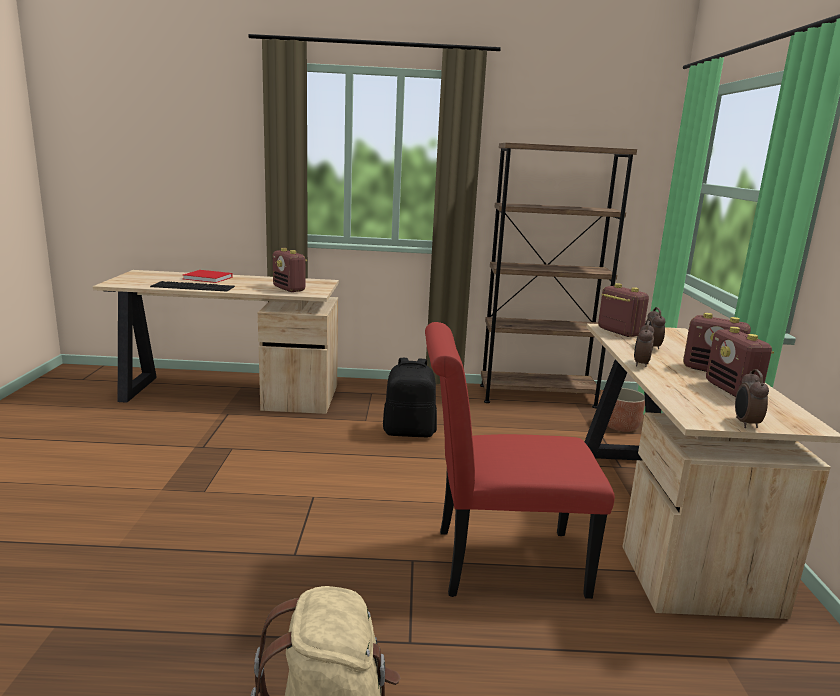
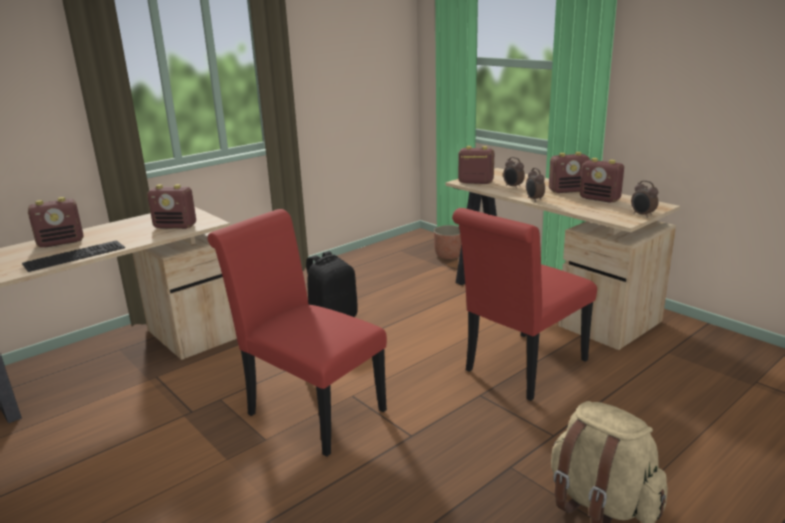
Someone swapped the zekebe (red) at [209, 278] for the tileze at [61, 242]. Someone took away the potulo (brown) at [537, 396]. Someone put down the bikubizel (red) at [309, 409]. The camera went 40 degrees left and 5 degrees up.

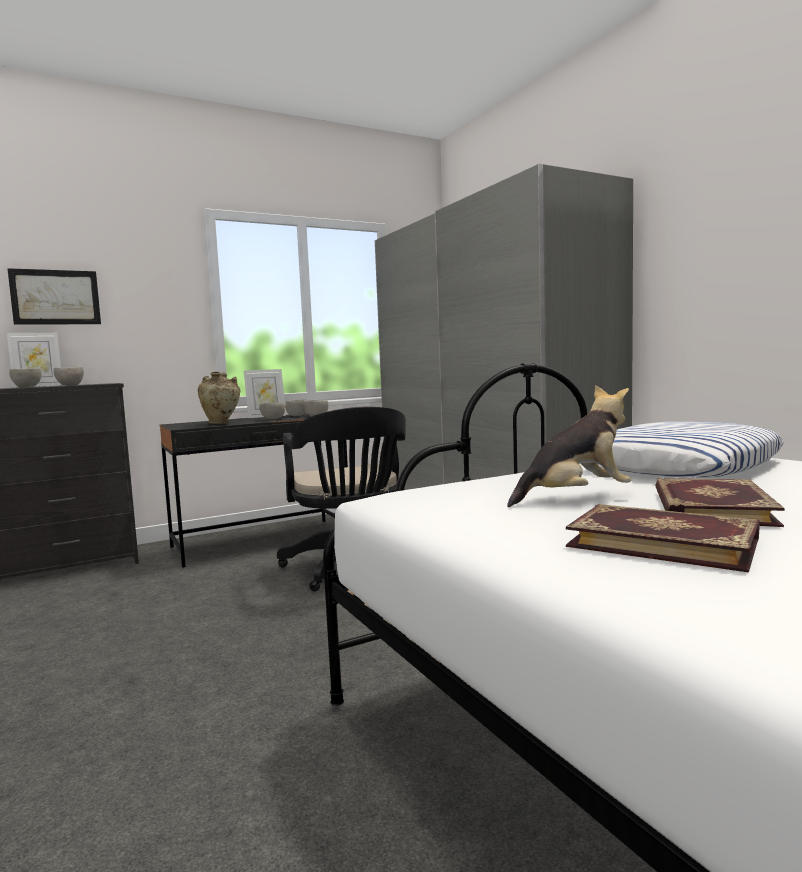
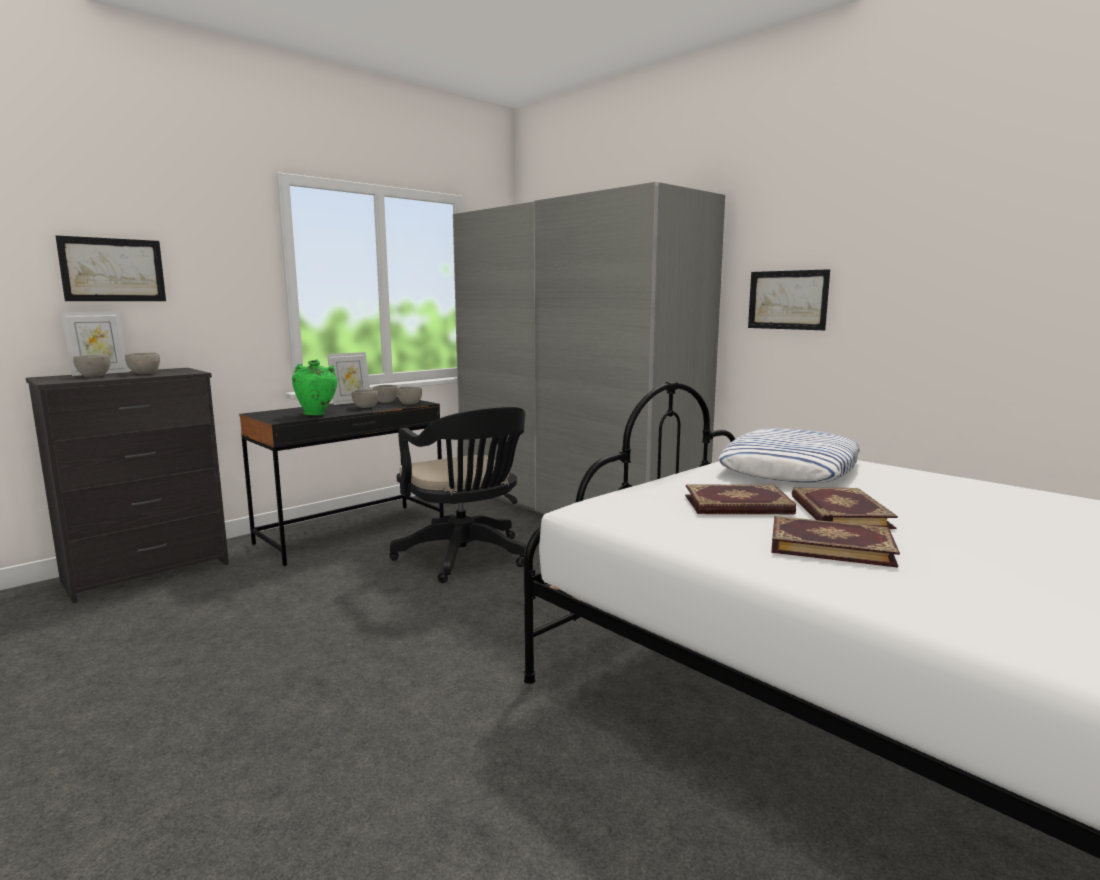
Someone repainted the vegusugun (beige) at [221, 424], which became the vegusugun (green) at [317, 414]. Someone swapped the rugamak at [575, 498] for the zekebe at [738, 505]. Someone put up the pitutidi at [787, 300]. The camera went 15 degrees left and 5 degrees up.

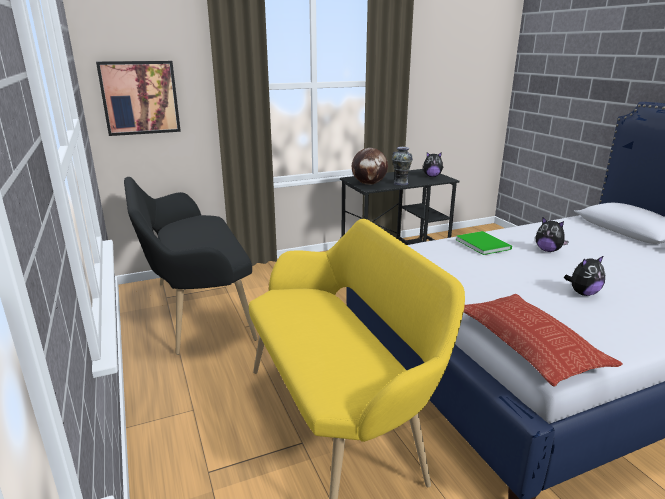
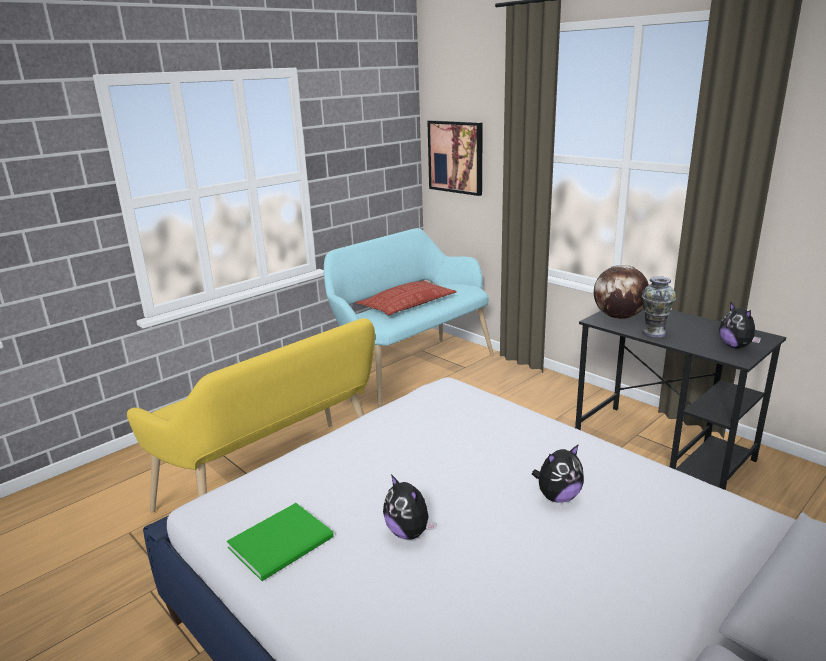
Someone repainted the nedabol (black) at [195, 310], which became the nedabol (turquoise) at [411, 369]. Someone carried the zekebe (green) from [483, 243] to [284, 542]. Someone carried the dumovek from [529, 344] to [407, 304]. Someone rotated the rugamak at [548, 250] by 135 degrees counterclockwise. The camera went 70 degrees right and 0 degrees up.

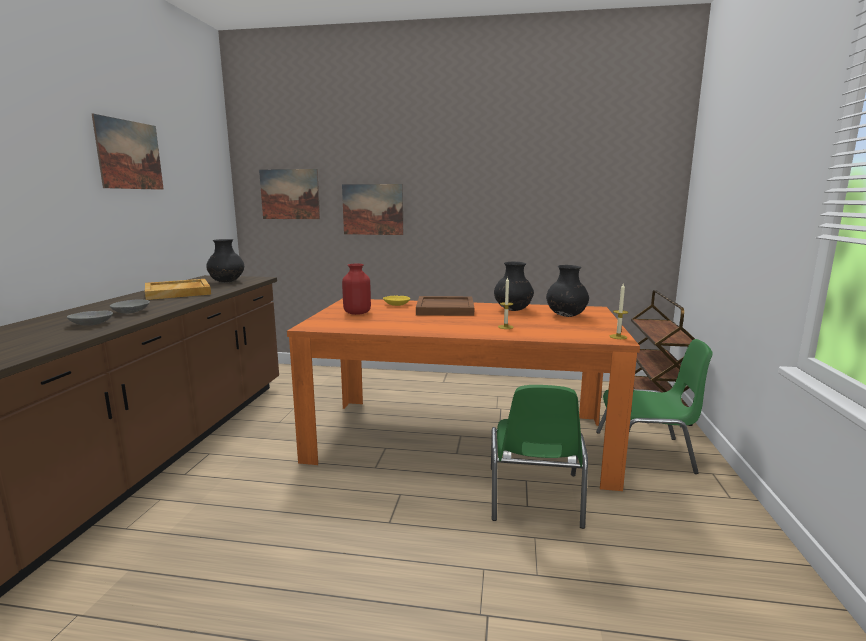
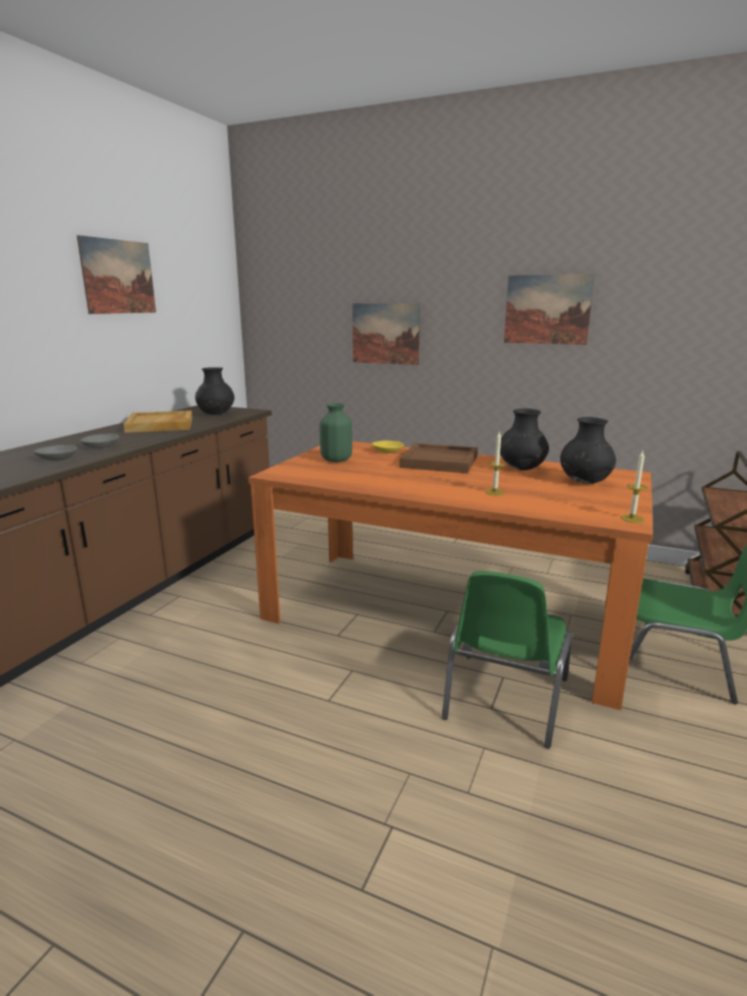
Someone carried the pitutidi from [290, 194] to [547, 309]. Someone repainted the vegusugun (red) at [357, 313], which became the vegusugun (green) at [336, 460]. The camera went 15 degrees right and 5 degrees up.

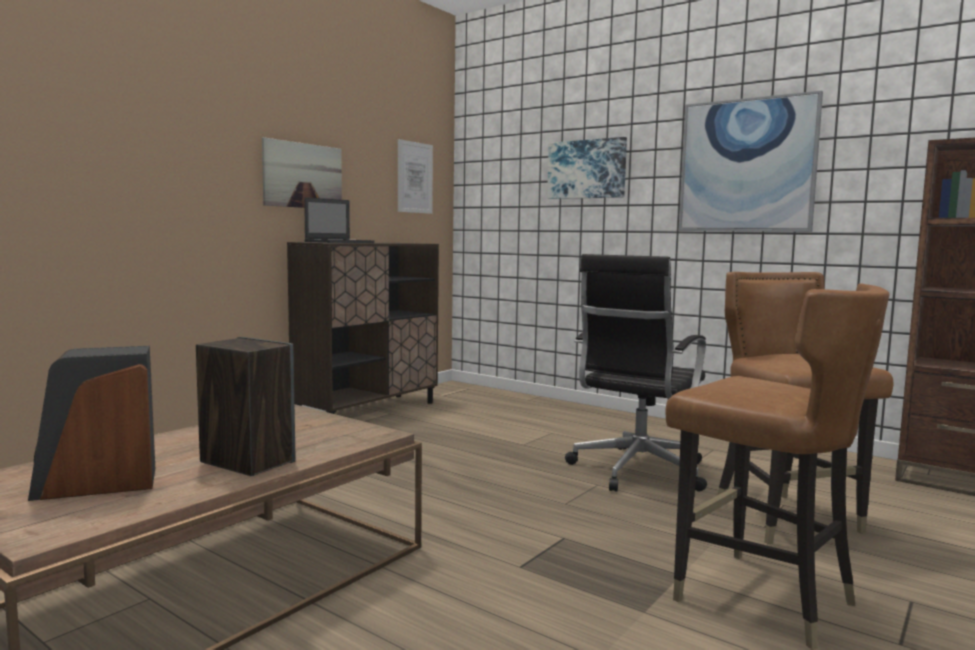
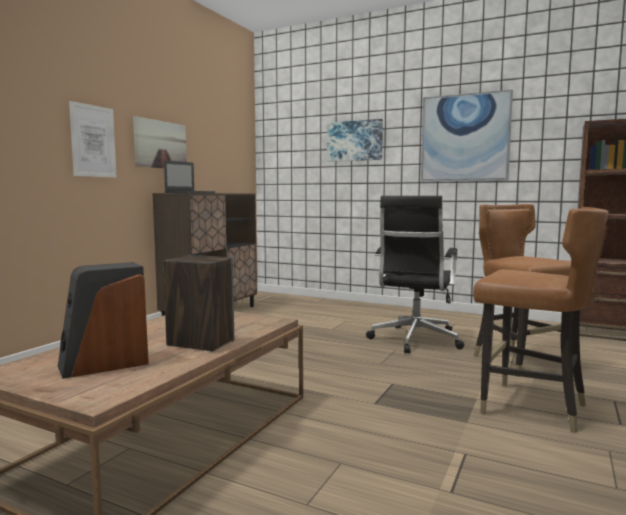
Someone carried the pitutidi from [415, 177] to [93, 141]. The camera went 10 degrees left and 0 degrees up.

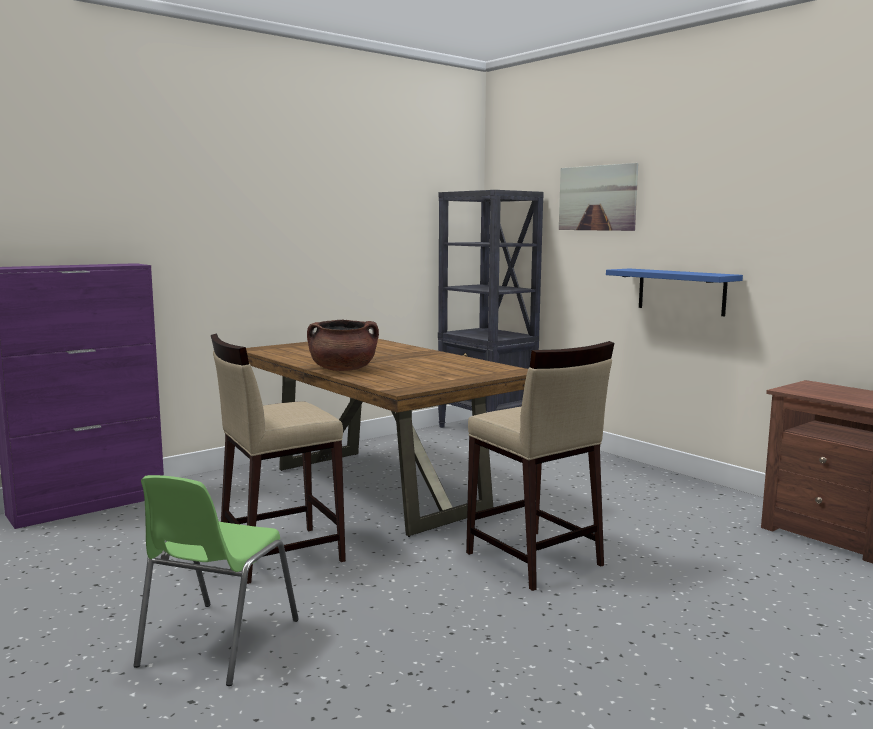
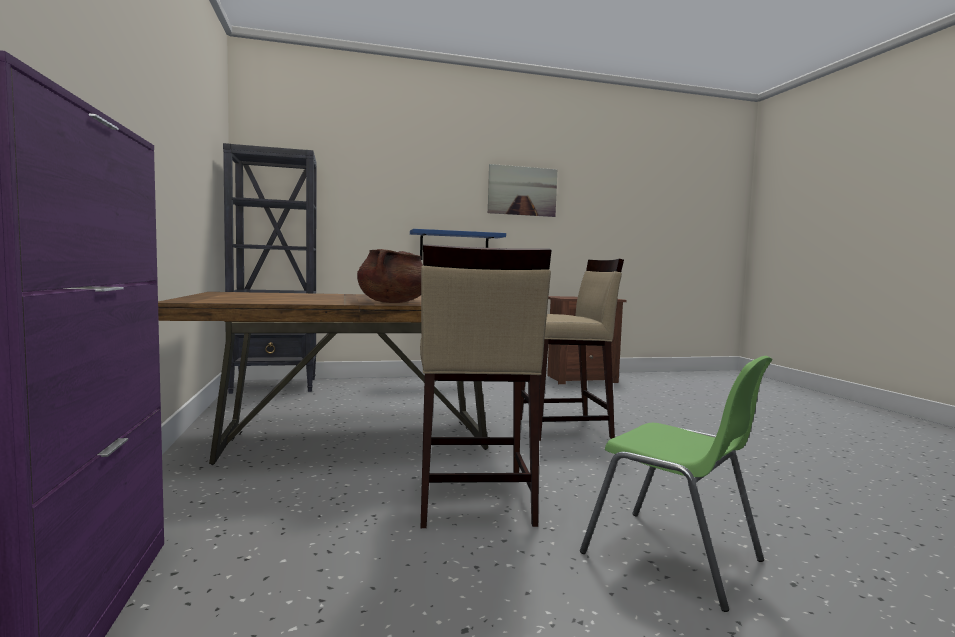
Someone carried the pitutidi from [597, 198] to [522, 191]. The camera went 65 degrees left and 5 degrees down.

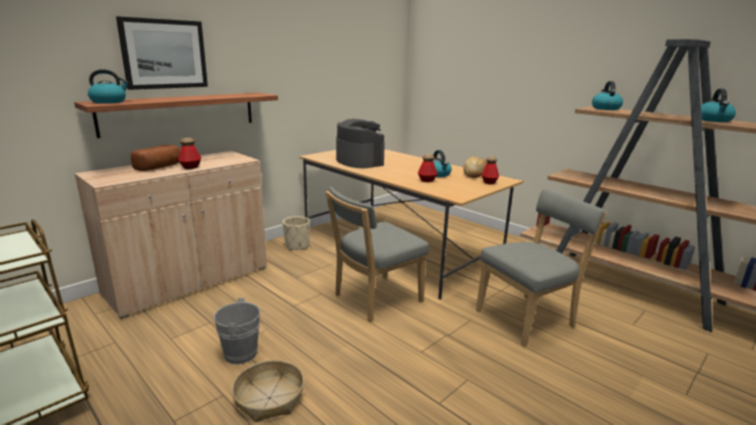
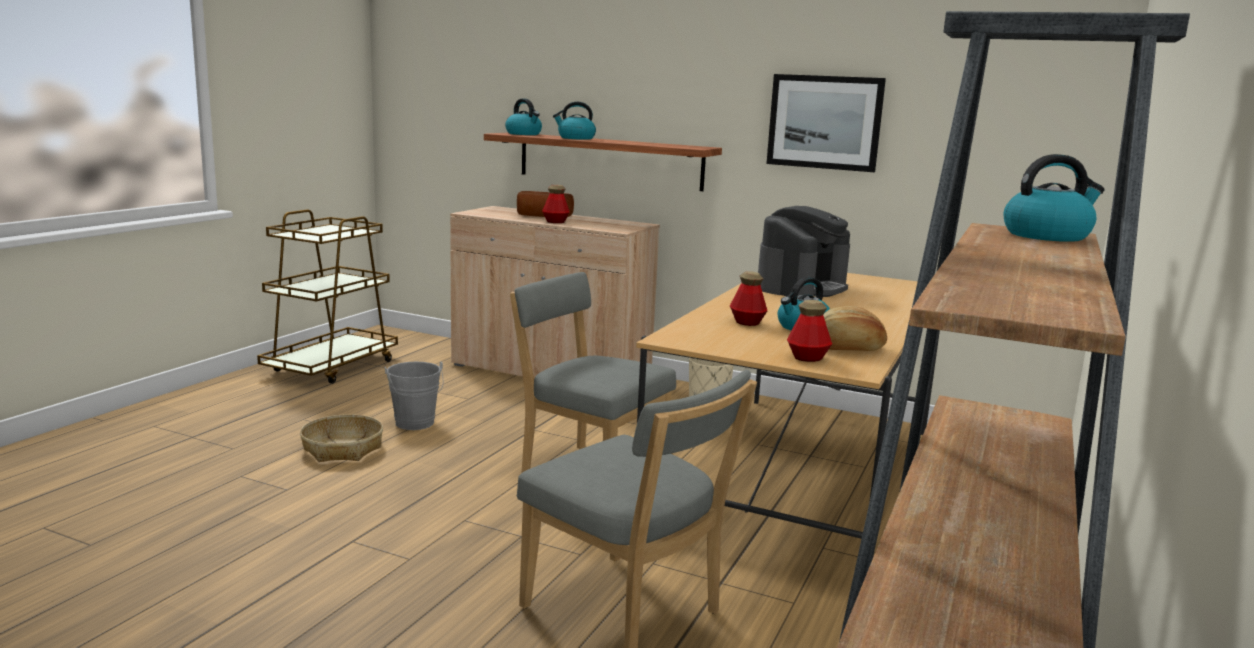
Someone carried the pitutidi from [164, 54] to [824, 122]. Someone carried the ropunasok from [714, 120] to [575, 138]. The camera went 70 degrees right and 5 degrees down.

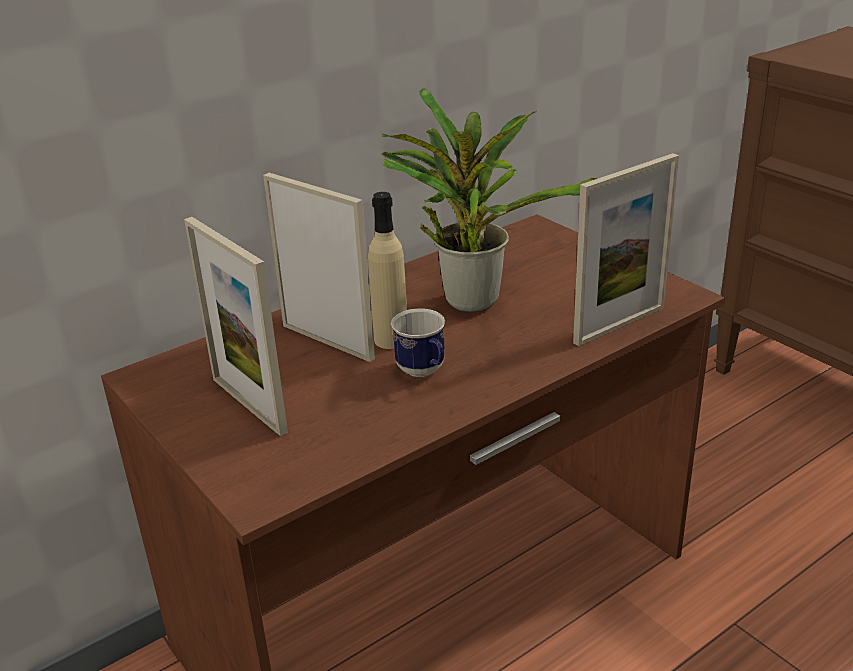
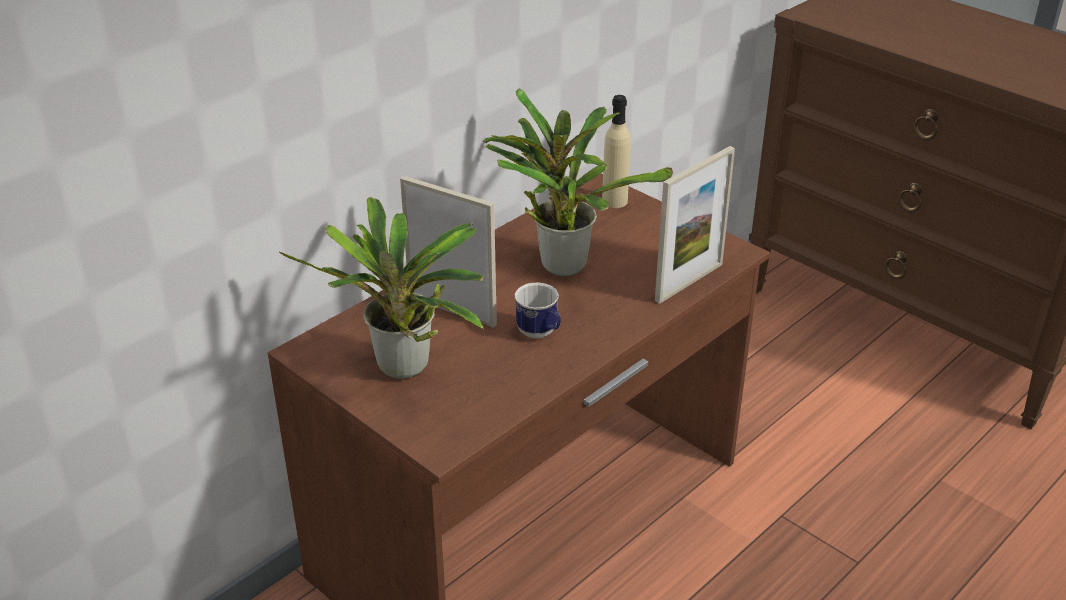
Someone swapped the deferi at [249, 405] for the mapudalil at [405, 371]. Someone carried the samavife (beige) from [391, 339] to [614, 201]. The camera went 10 degrees left and 5 degrees up.

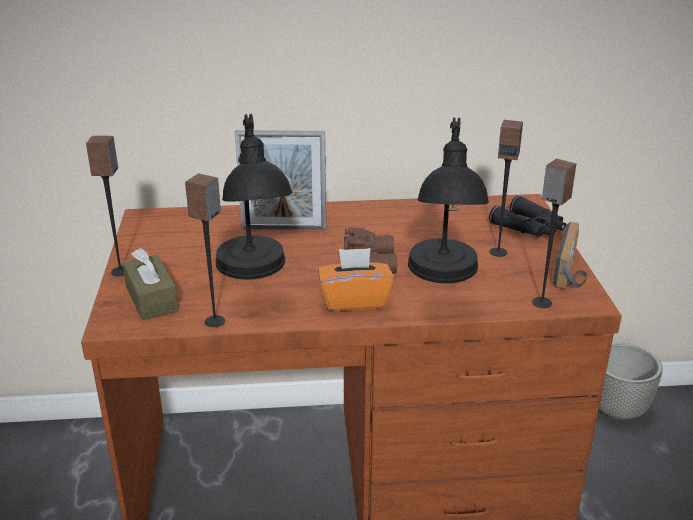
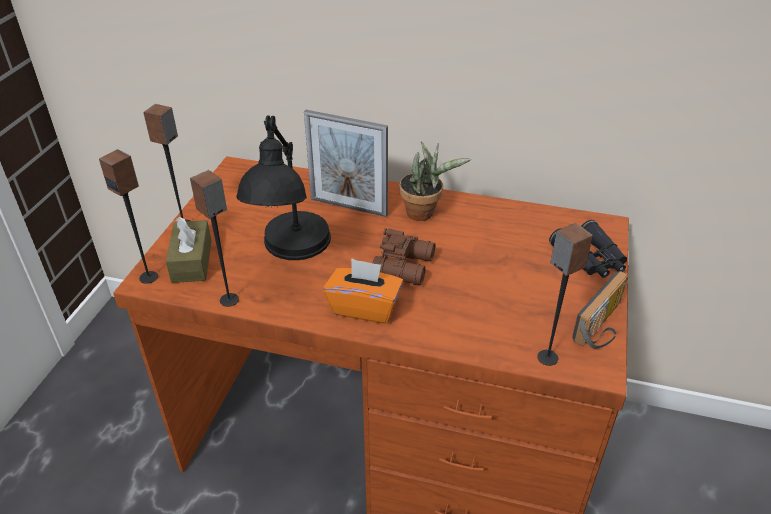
Someone took away the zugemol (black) at [444, 282]. Someone carried the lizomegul from [498, 252] to [149, 277]. Someone took away the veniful at [618, 410]. Someone put down the mapudalil at [424, 213]. The camera went 20 degrees right and 10 degrees up.

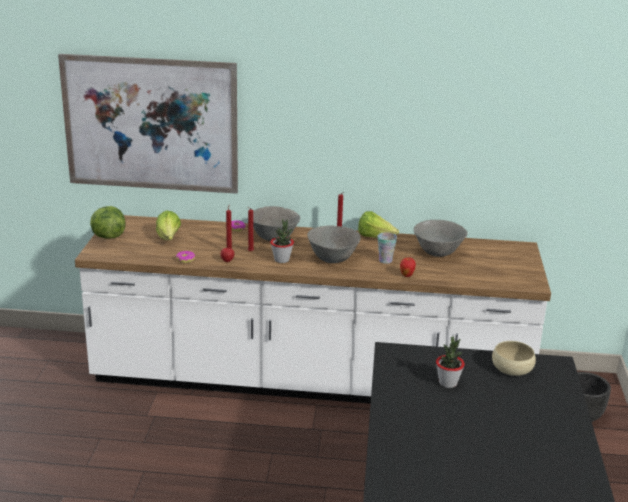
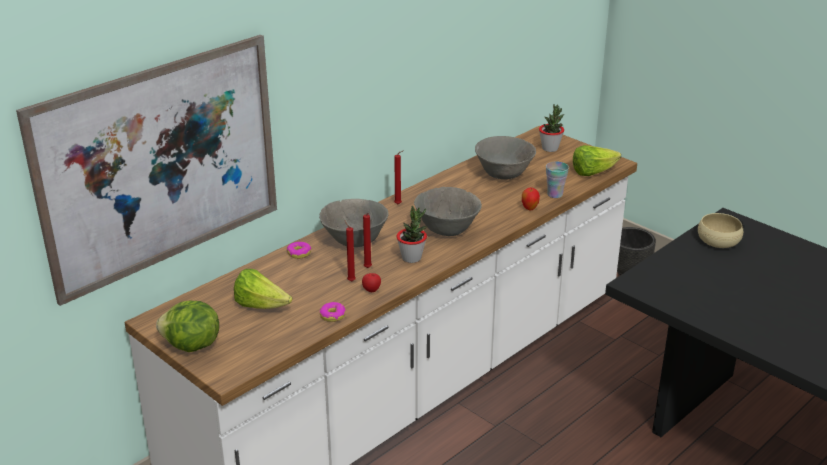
Someone carried the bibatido from [375, 237] to [592, 172]. Someone carried the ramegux from [385, 260] to [555, 194]. Someone carried the mapudalil from [448, 383] to [550, 148]. The camera went 50 degrees left and 5 degrees up.

